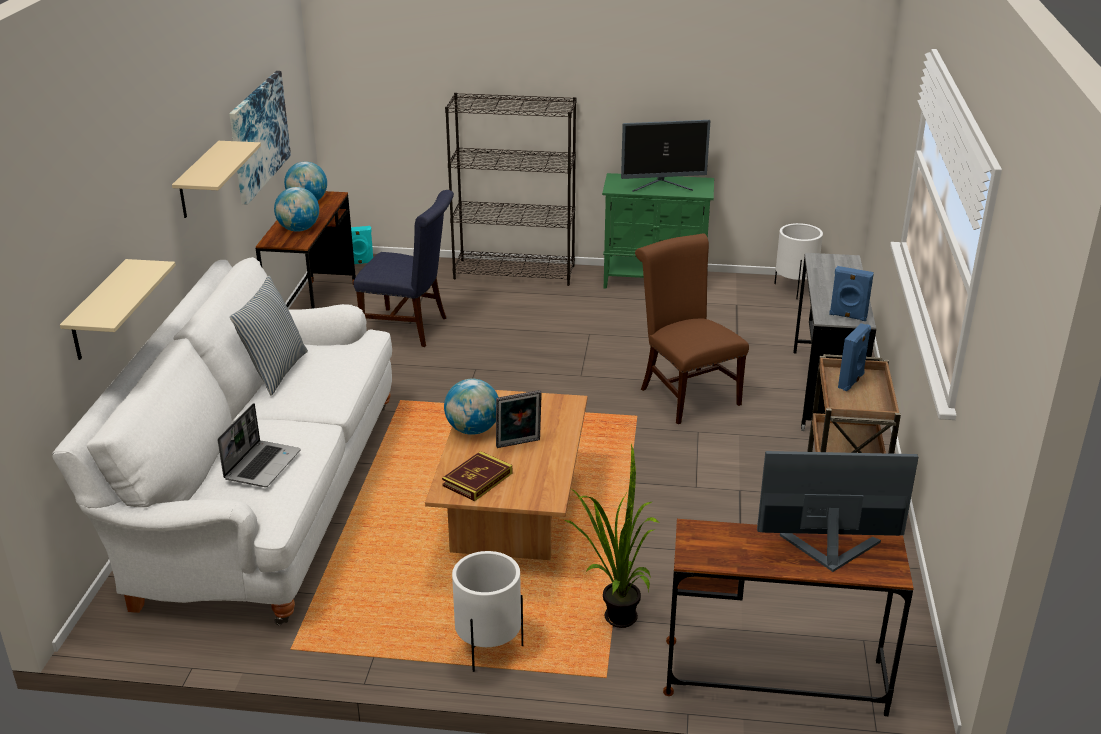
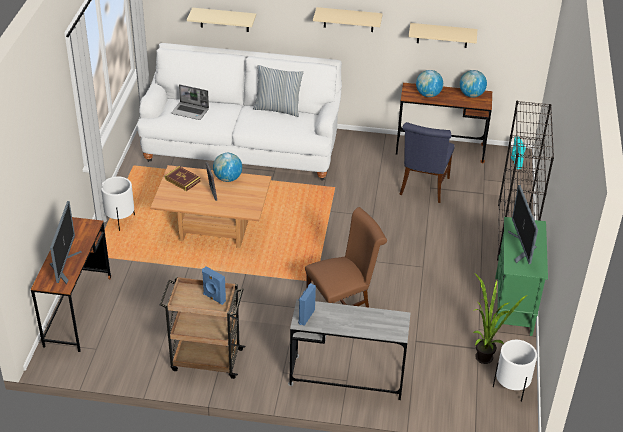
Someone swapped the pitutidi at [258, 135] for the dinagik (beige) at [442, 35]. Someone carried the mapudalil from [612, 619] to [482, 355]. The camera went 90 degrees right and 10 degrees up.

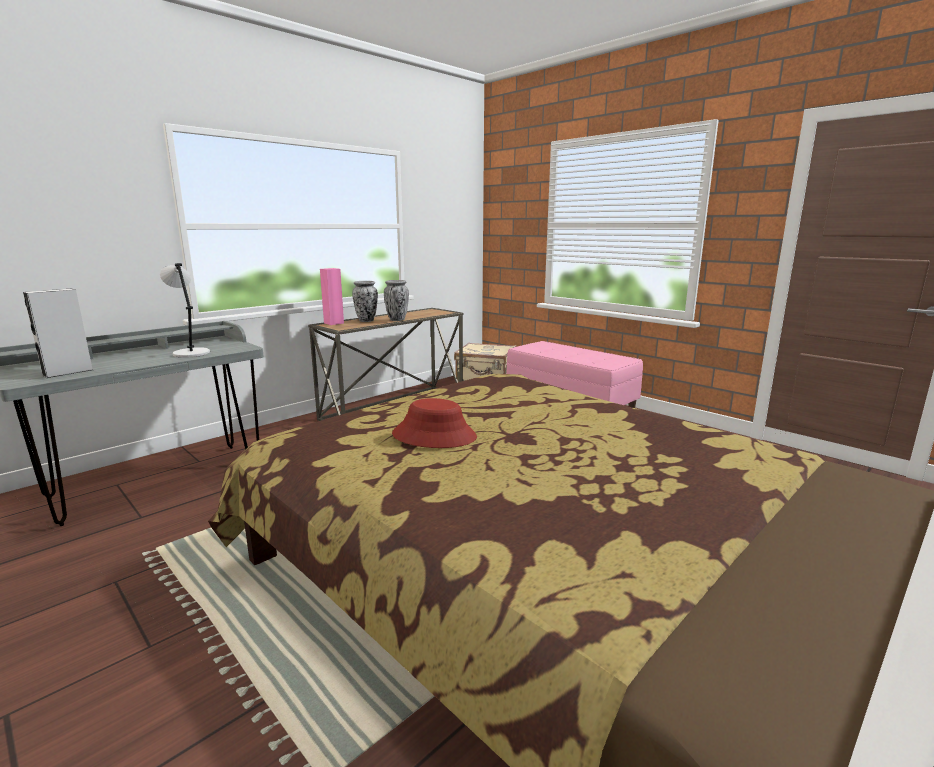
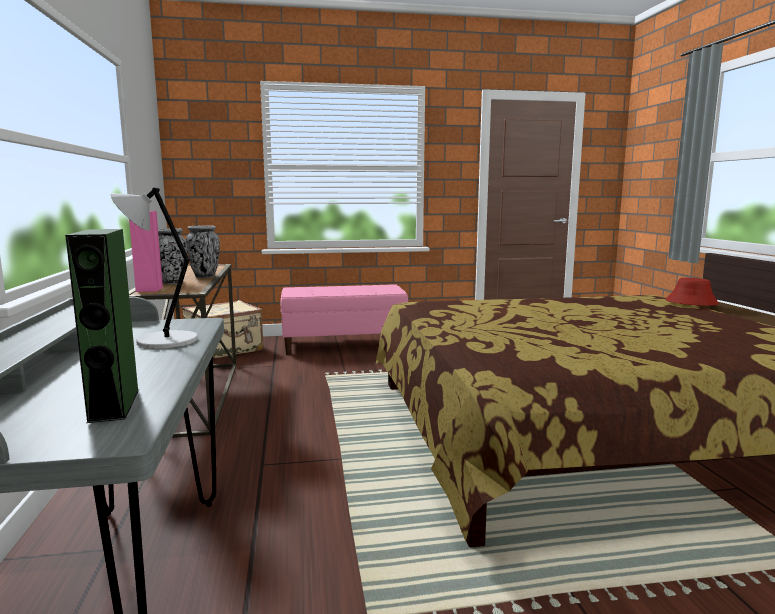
Someone repainted the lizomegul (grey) at [68, 372], which became the lizomegul (green) at [114, 405]. Someone carried the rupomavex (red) from [434, 436] to [691, 302]. The camera went 55 degrees left and 5 degrees down.

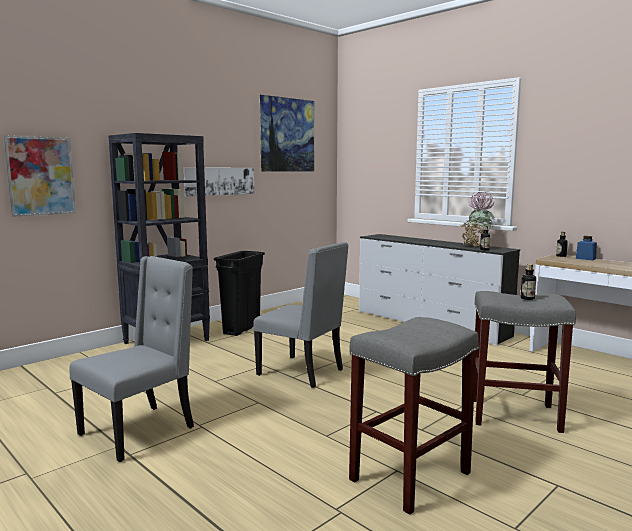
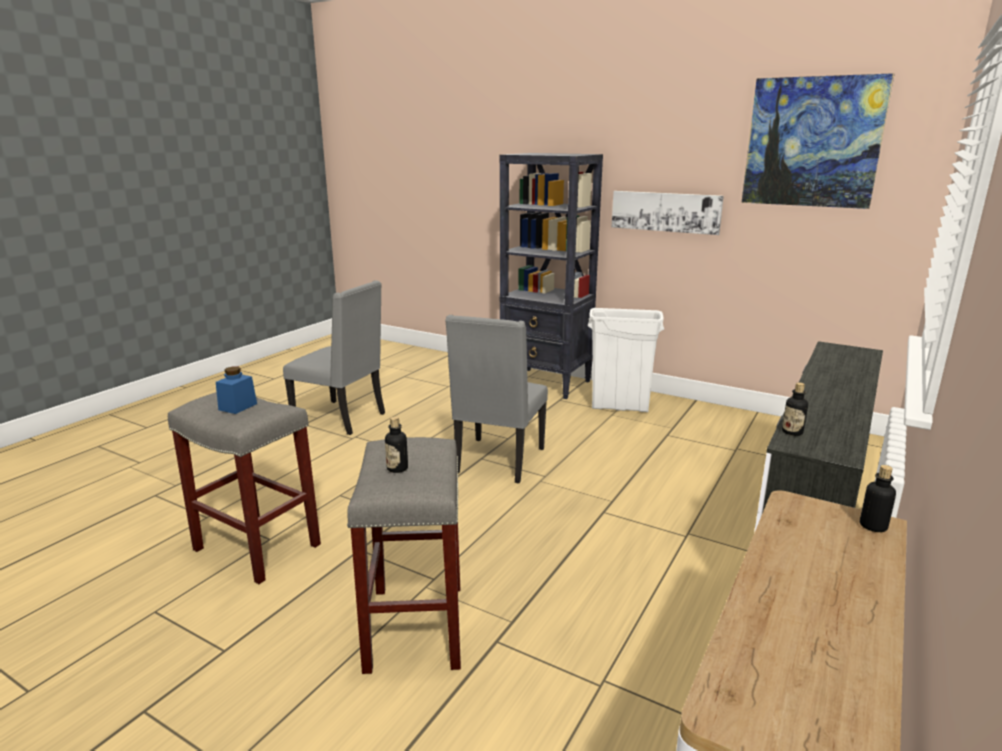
Someone took away the pitutidi at [41, 176]. Someone repainted the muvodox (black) at [241, 329], which became the muvodox (white) at [620, 407]. Someone took away the mapudalil at [475, 246]. Someone carried the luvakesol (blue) from [585, 258] to [238, 407]. The camera went 75 degrees right and 10 degrees up.

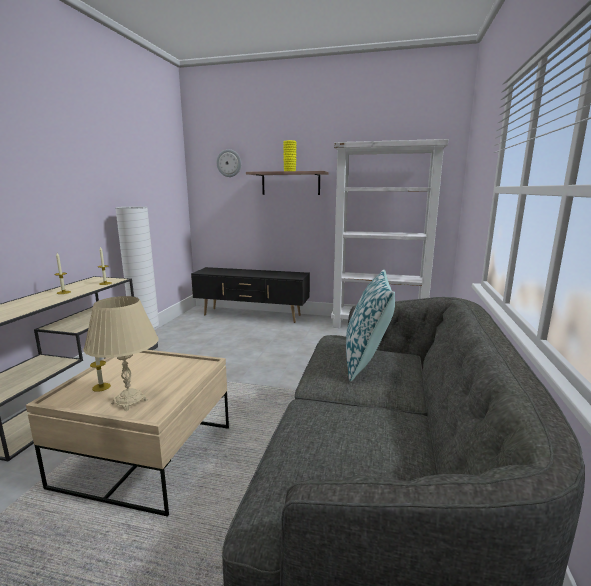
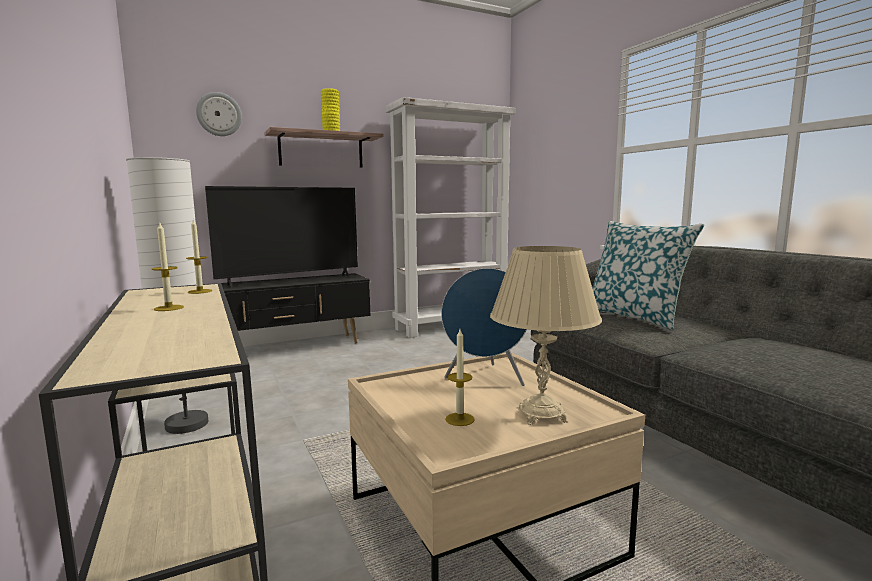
Someone put down the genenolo at [291, 280]. Someone put down the lizomegul (blue) at [485, 379]. The camera went 40 degrees left and 5 degrees down.

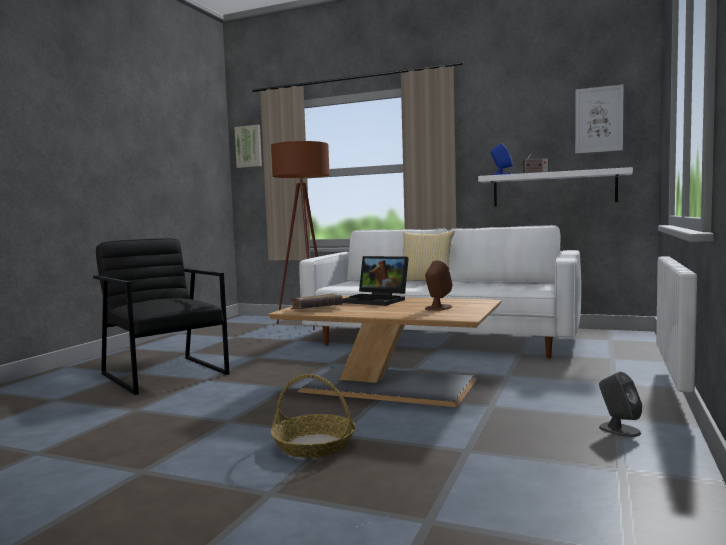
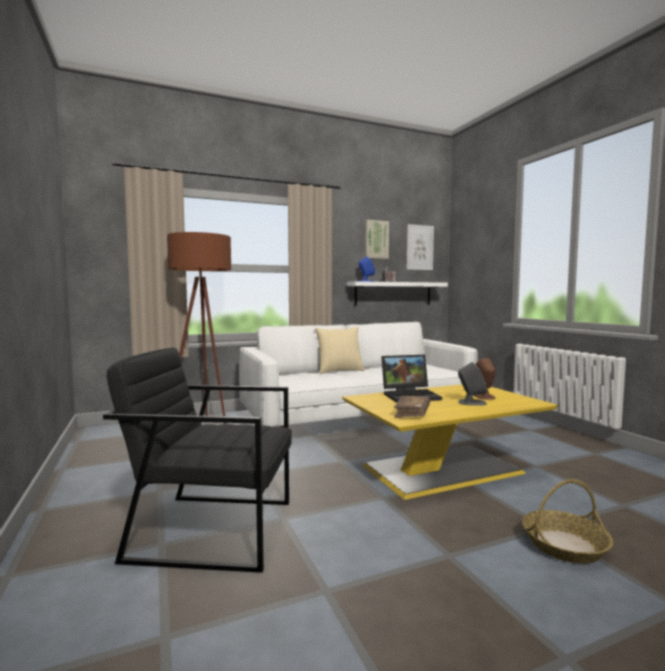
Someone carried the pitutidi from [249, 146] to [376, 239]. Someone repainted the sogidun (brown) at [392, 385], which became the sogidun (yellow) at [444, 468]. Someone carried the lizomegul (grey) from [619, 430] to [471, 403]. The camera went 45 degrees left and 0 degrees up.

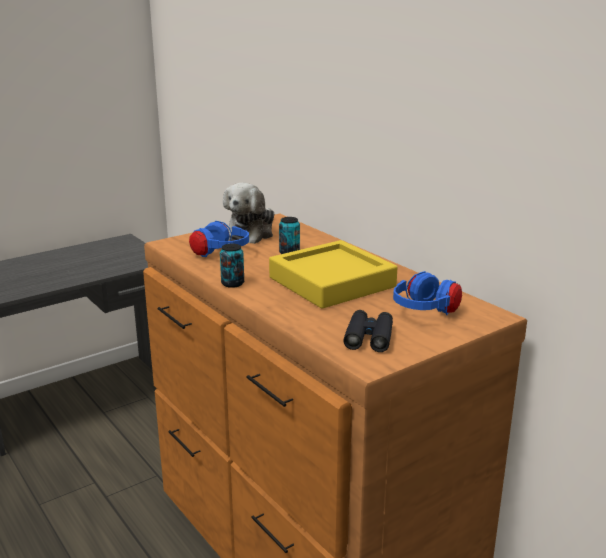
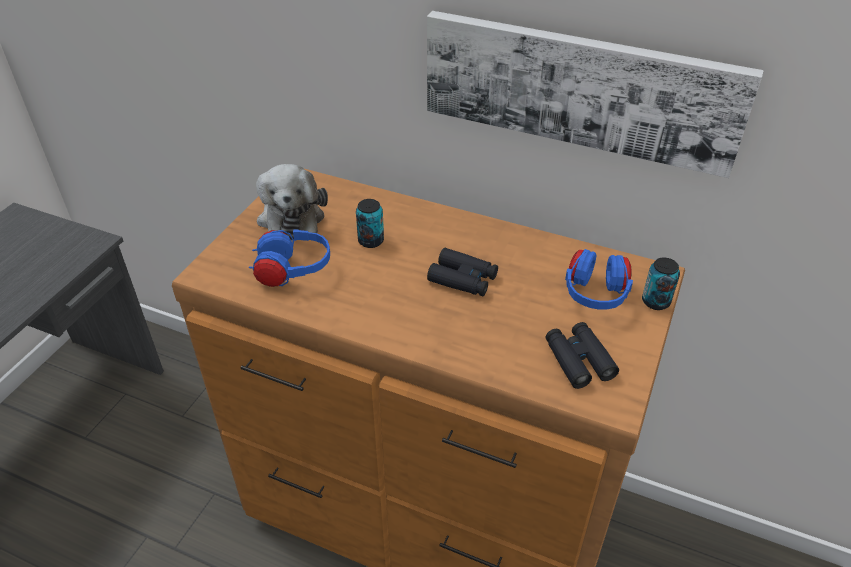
Someone carried the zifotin from [232, 283] to [655, 301]. Someone swapped the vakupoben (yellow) at [332, 282] for the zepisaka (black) at [463, 279]. Someone put up the pitutidi at [579, 89]. The camera went 30 degrees left and 20 degrees up.

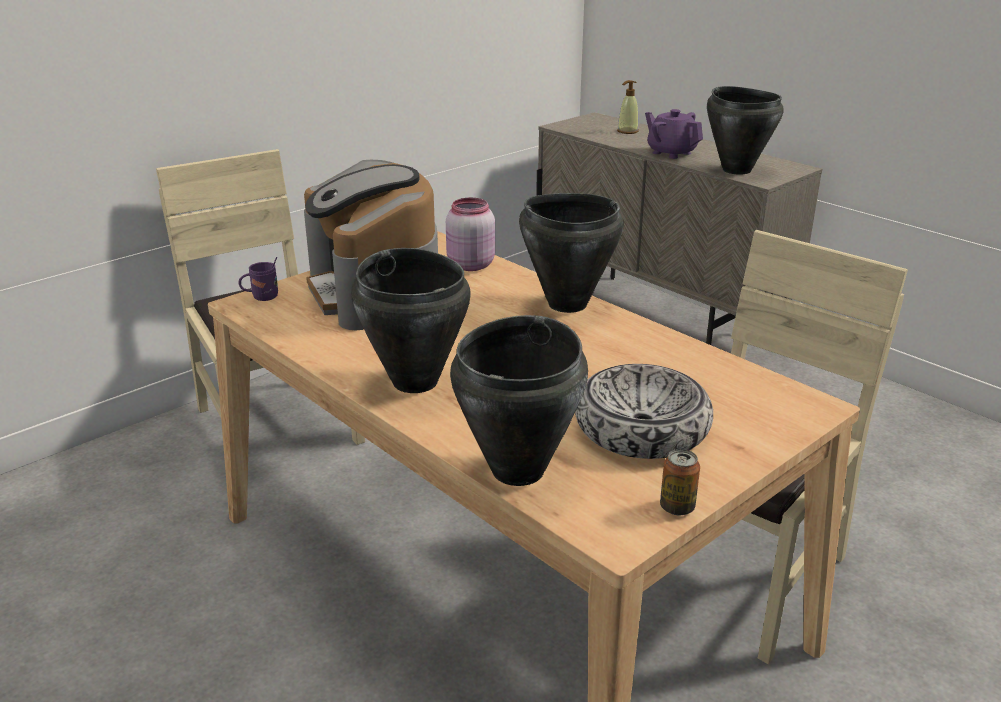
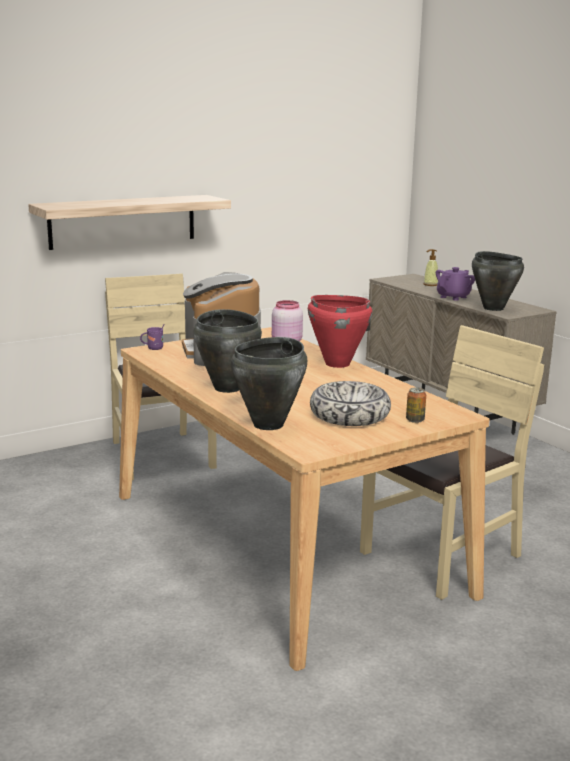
Someone repainted the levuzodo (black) at [566, 304], which became the levuzodo (red) at [337, 364]. Someone rotated the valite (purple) at [671, 153] by 75 degrees clockwise. Someone carried the zifotin from [677, 507] to [415, 420]. Someone put up the dinagik at [123, 221]. The camera went 10 degrees right and 10 degrees down.

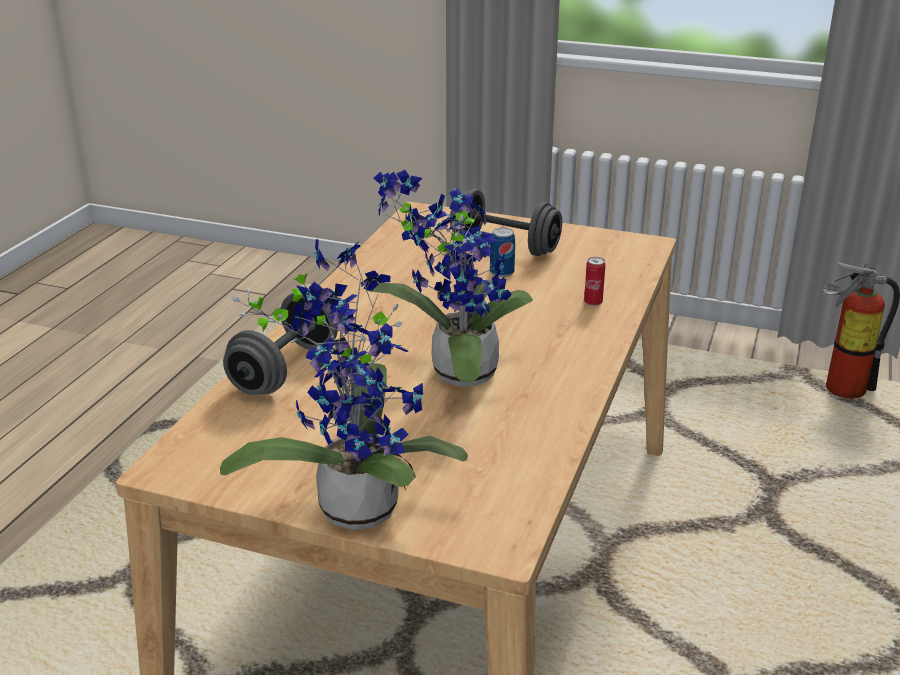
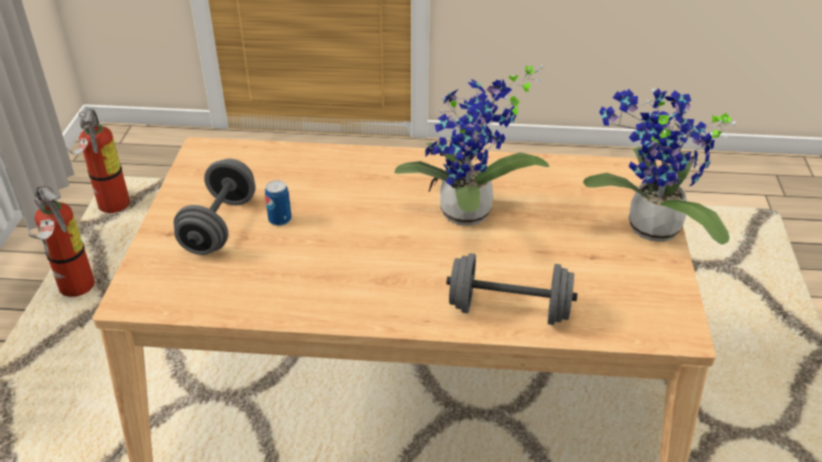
Someone took away the zifotin at [593, 302]. Someone put down the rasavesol at [75, 290]. The camera went 105 degrees left and 10 degrees up.

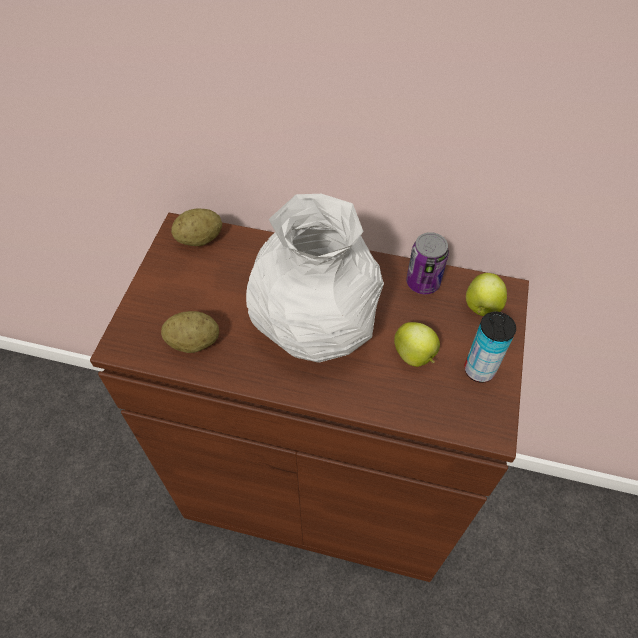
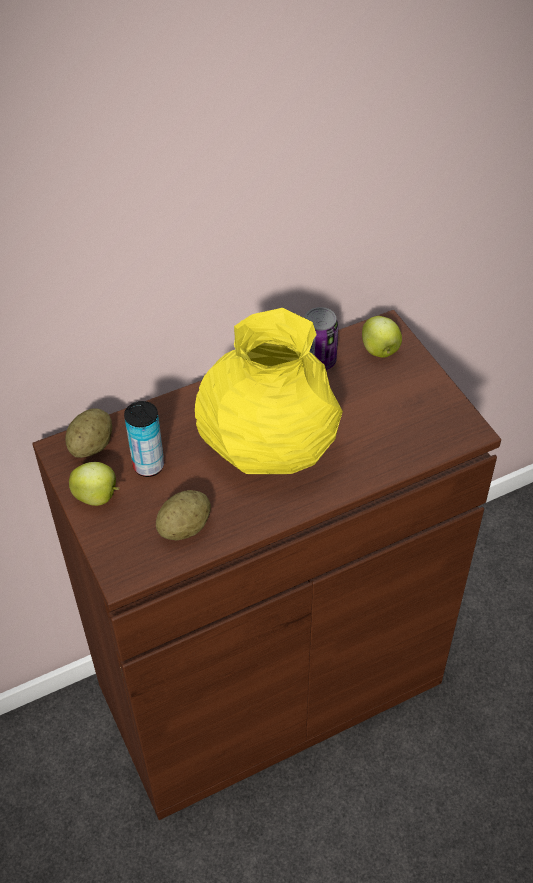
Someone repainted the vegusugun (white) at [314, 324], which became the vegusugun (yellow) at [268, 447]. Someone carried the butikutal from [415, 356] to [98, 497]. Someone carried the zifotin from [479, 370] to [148, 466]. The camera went 40 degrees left and 5 degrees down.

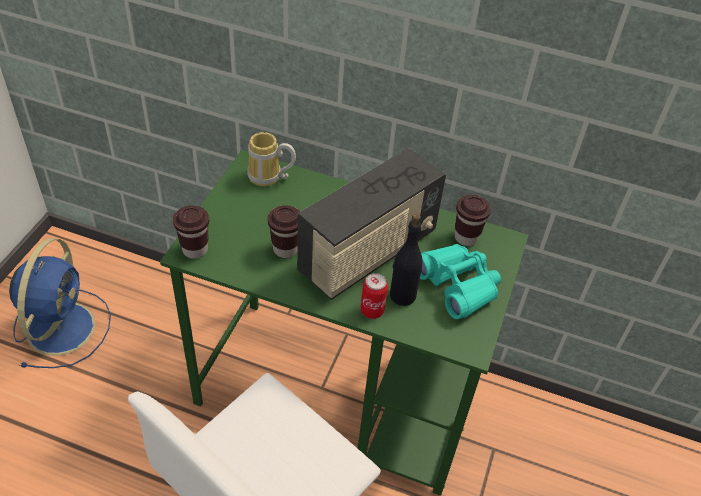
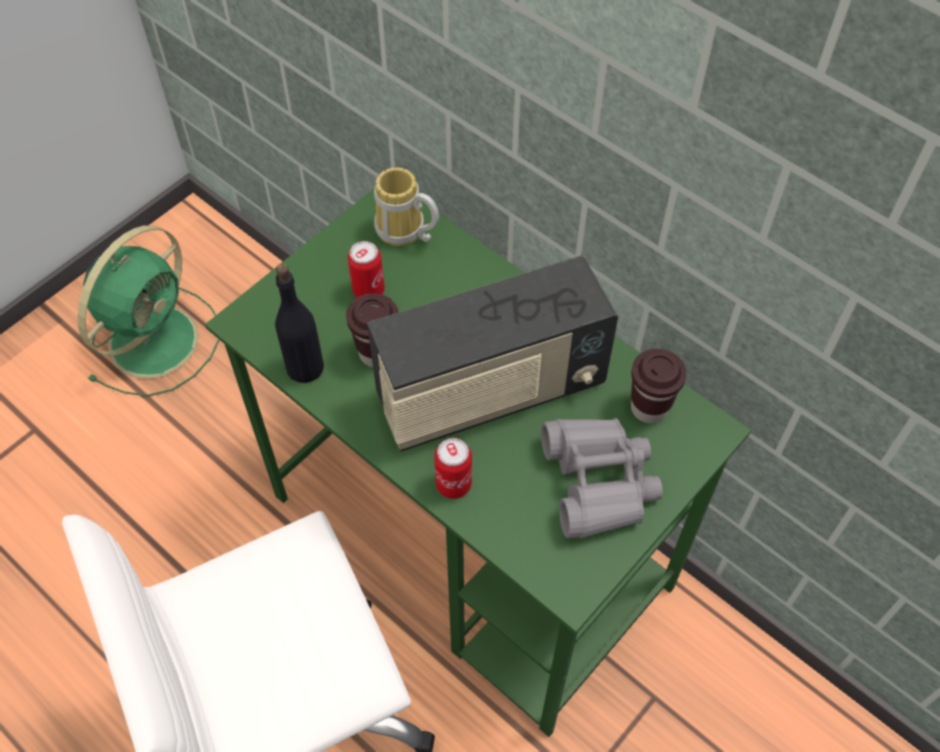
Someone repainted the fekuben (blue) at [62, 326], which became the fekuben (green) at [156, 338]. Someone took away the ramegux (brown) at [195, 250]. Someone carried the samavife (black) from [402, 295] to [304, 367]. Someone repainted the zepisaka (turquoise) at [458, 285], which became the zepisaka (grey) at [598, 482]. Someone put down the zifotin at [368, 290]. The camera went 25 degrees right and 10 degrees up.

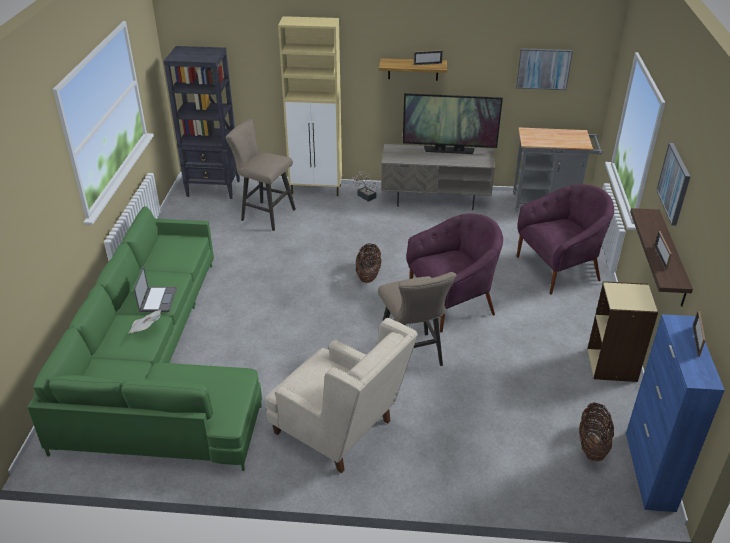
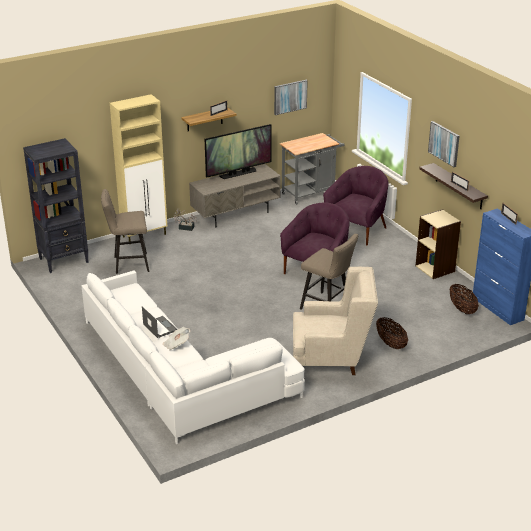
Someone repainted the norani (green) at [157, 367], which became the norani (white) at [180, 375]. Someone carried the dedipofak from [368, 275] to [391, 343]. The camera went 35 degrees left and 5 degrees down.

